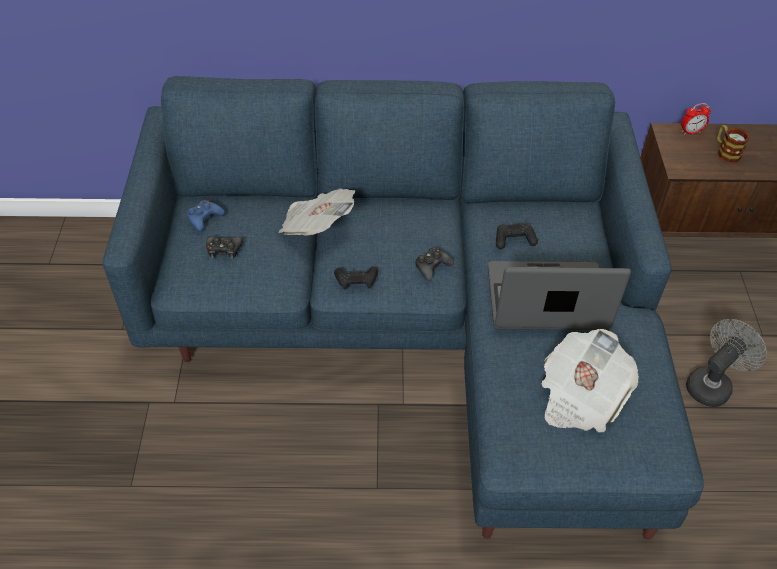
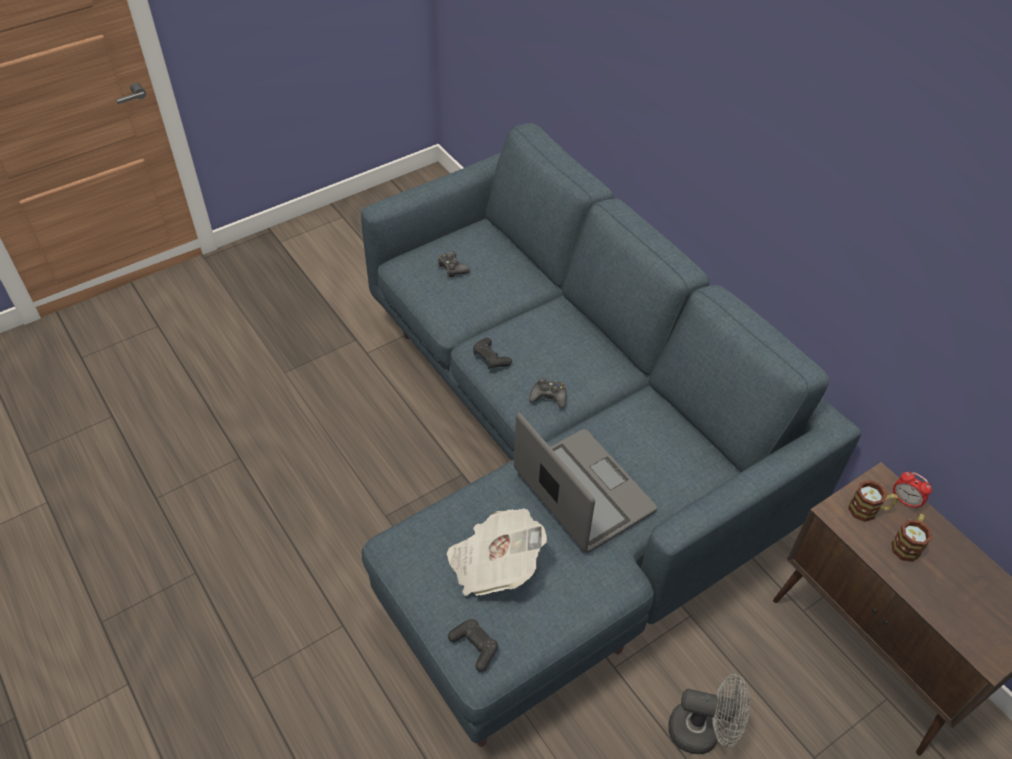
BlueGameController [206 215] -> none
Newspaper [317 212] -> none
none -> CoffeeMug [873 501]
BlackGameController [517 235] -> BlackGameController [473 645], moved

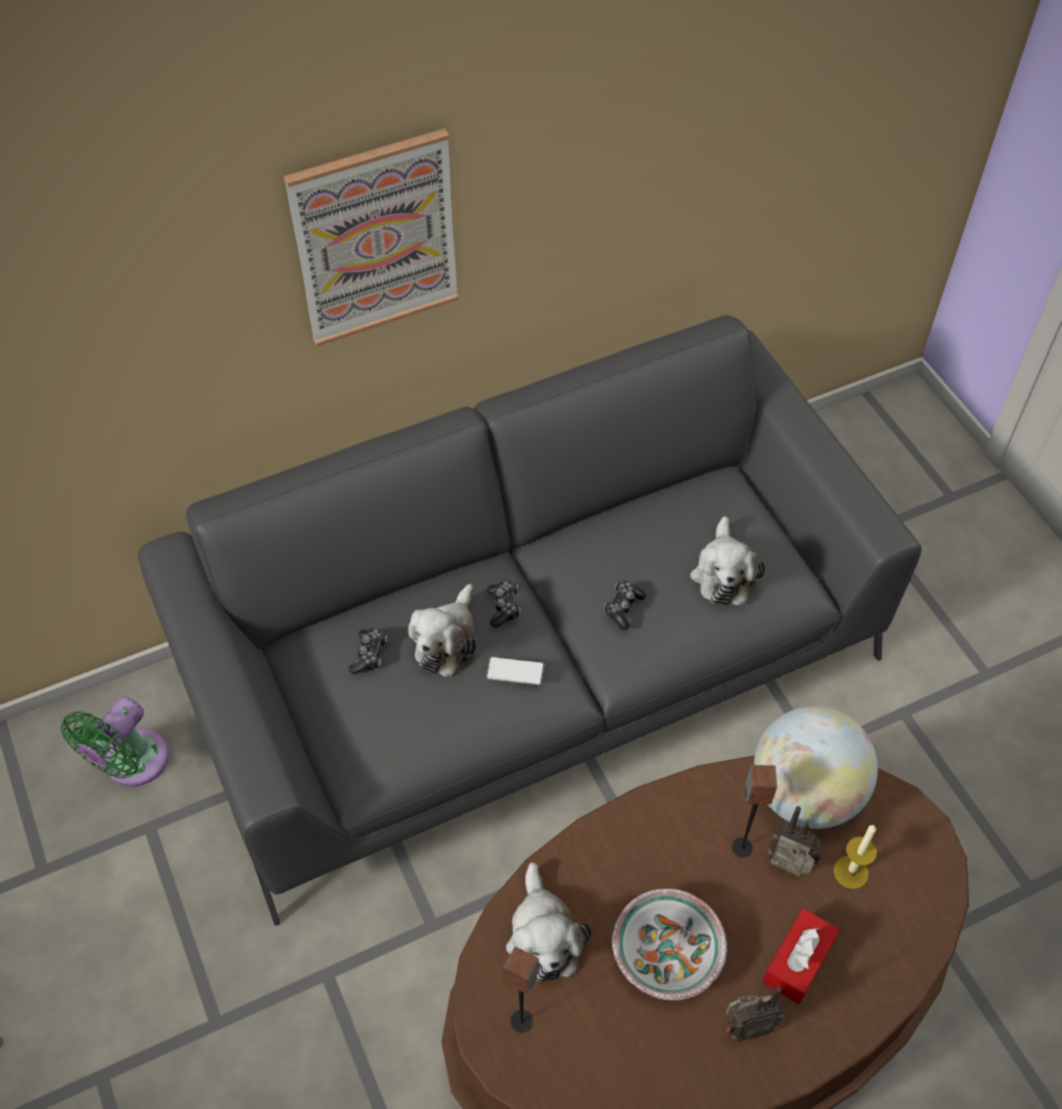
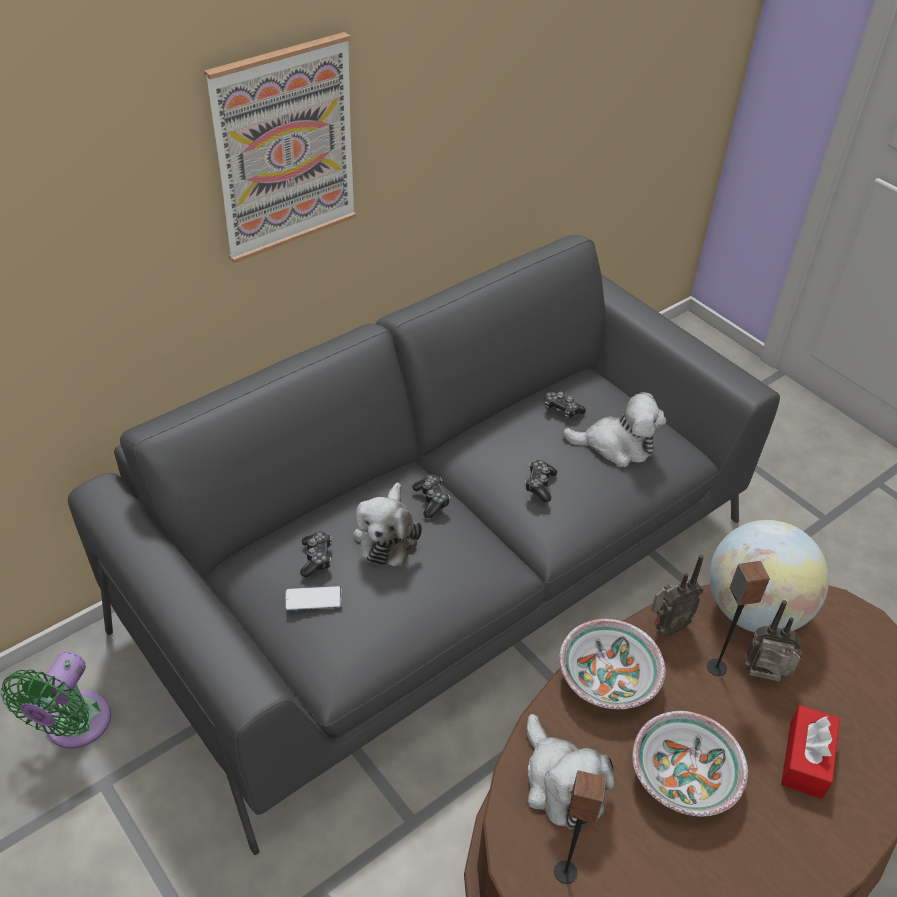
WaxCandle [855 857] -> none
none -> GameController [565 405]
none -> ServingBowl [612 664]
Phone [515 671] -> Phone [313 598], moved
RadioReceiver [755 1014] -> RadioReceiver [677 595], moved
SoftToy [727 560] -> SoftToy [614 429], 75 degrees counterclockwise

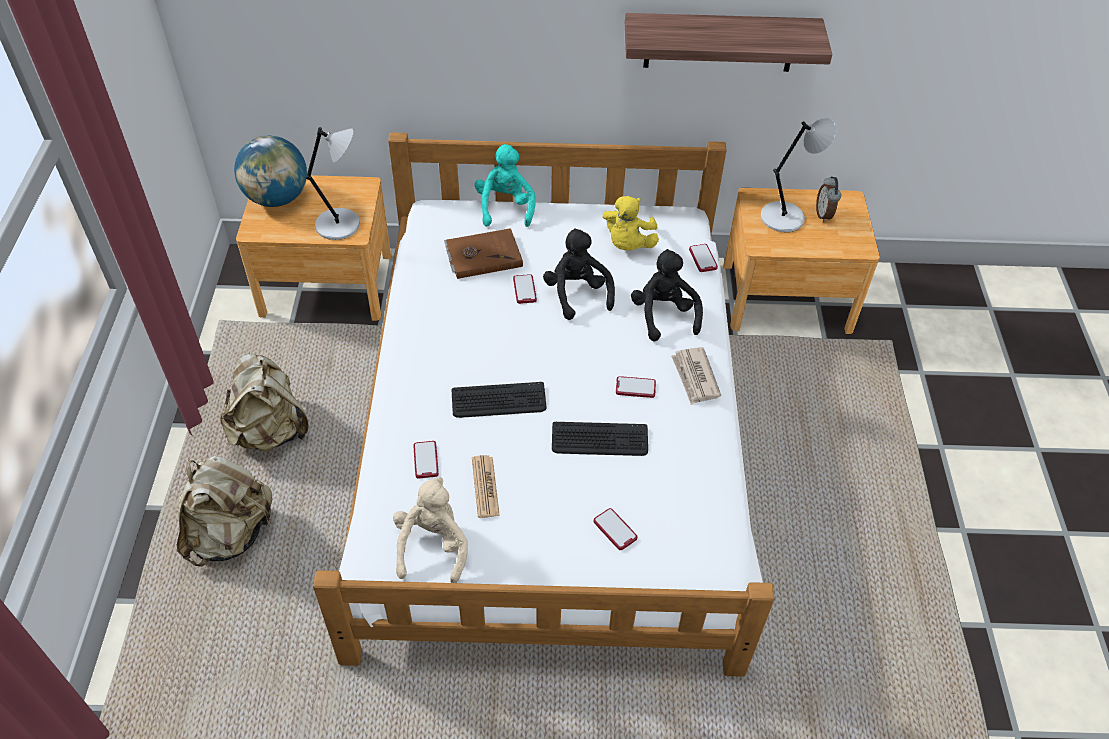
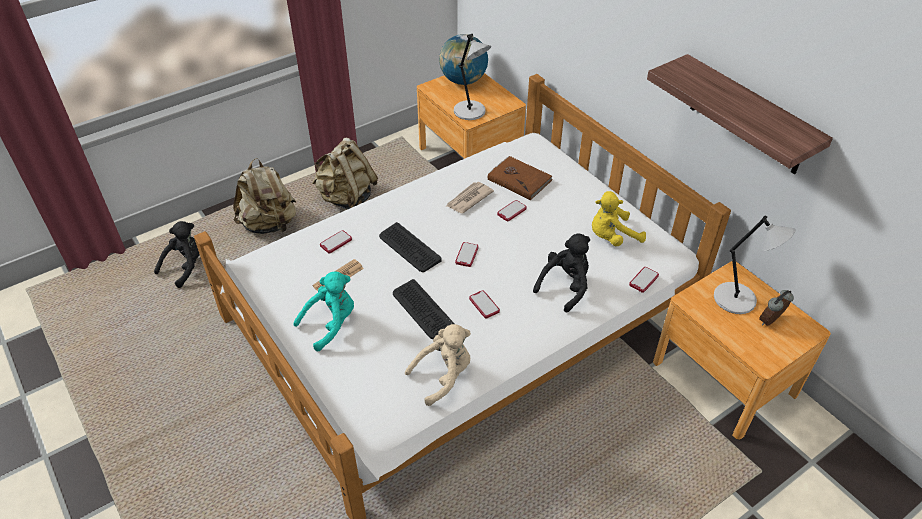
BeigeColouredSoftToy [430 530] -> BeigeColouredSoftToy [438 365], moved
TurquoiseSoftToy [505 185] -> TurquoiseSoftToy [324 311], moved
BlackSoftToy [579 274] -> BlackSoftToy [177 254], moved
Phone [615 529] -> Phone [467 254], moved
Newspaper [696 376] -> Newspaper [469 197], moved

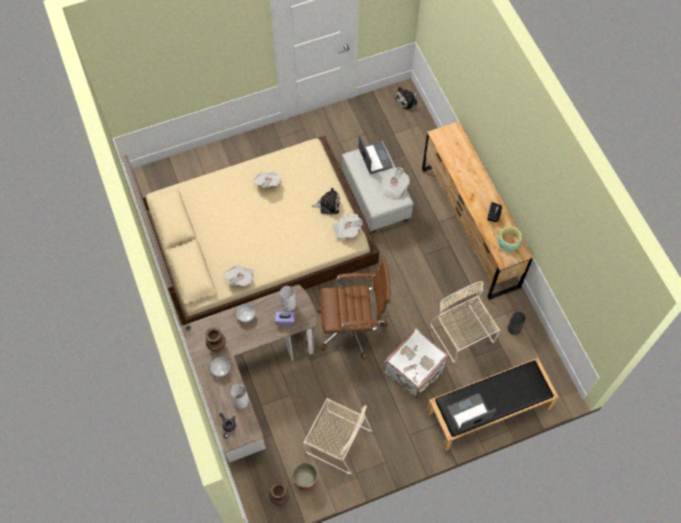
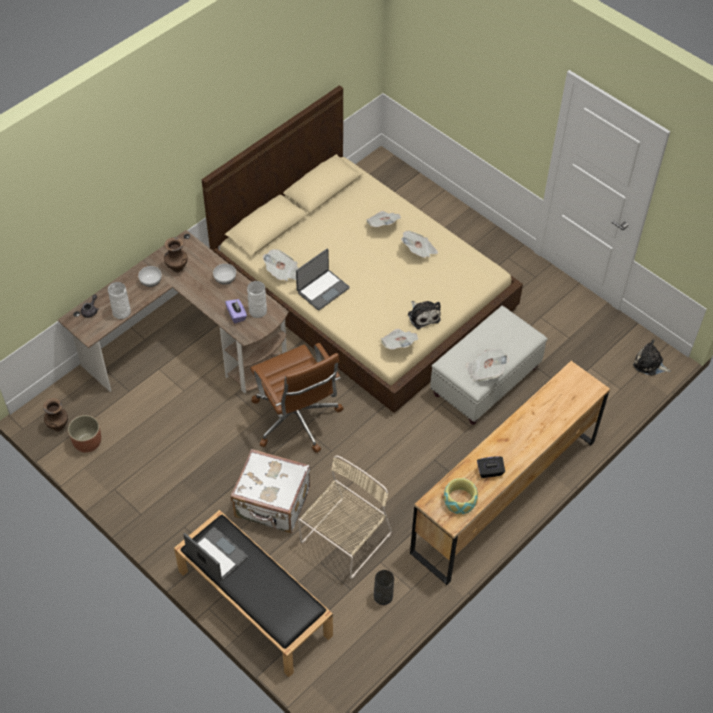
BeigeColouredUprightChair [338 436] -> none
none -> Newspaper [383 219]
PortableComputer [376 154] -> PortableComputer [323 280], moved

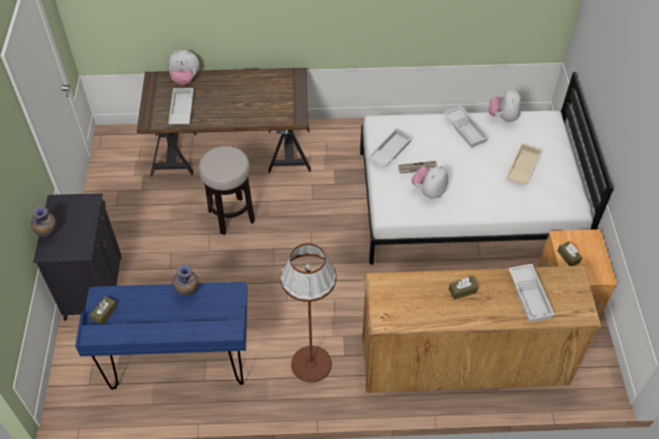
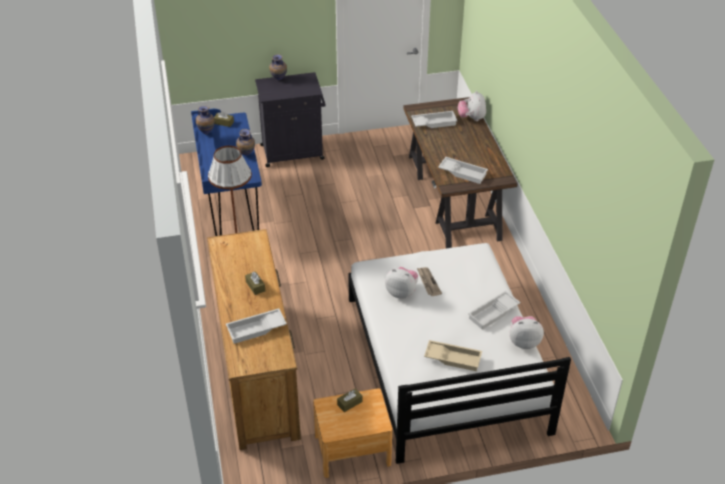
Stool [227 190] -> none
none -> FlowerVase [205 120]
WhiteServingTray [390 147] -> WhiteServingTray [463 170], moved

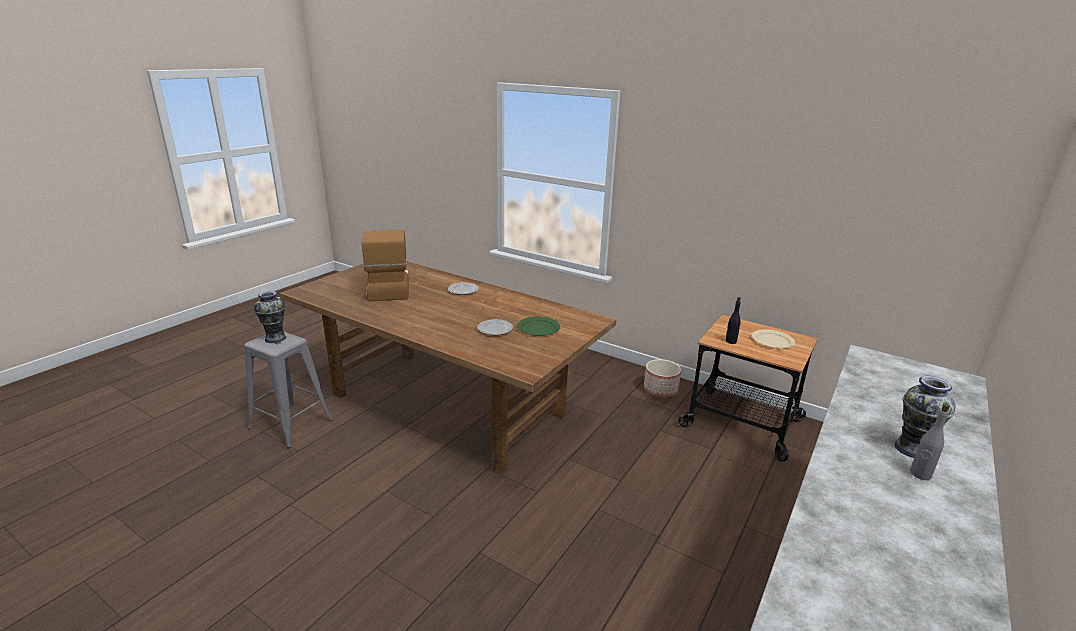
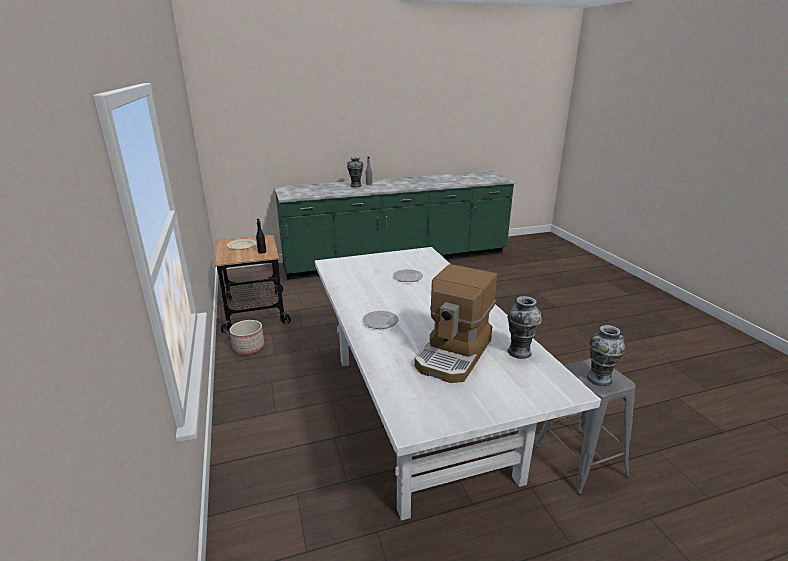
GreenFlatDish [538 326] -> none
none -> FlowerVase [524 327]
BrownishKitchenTable [448 367] -> WhiteKitchenTable [458 384]

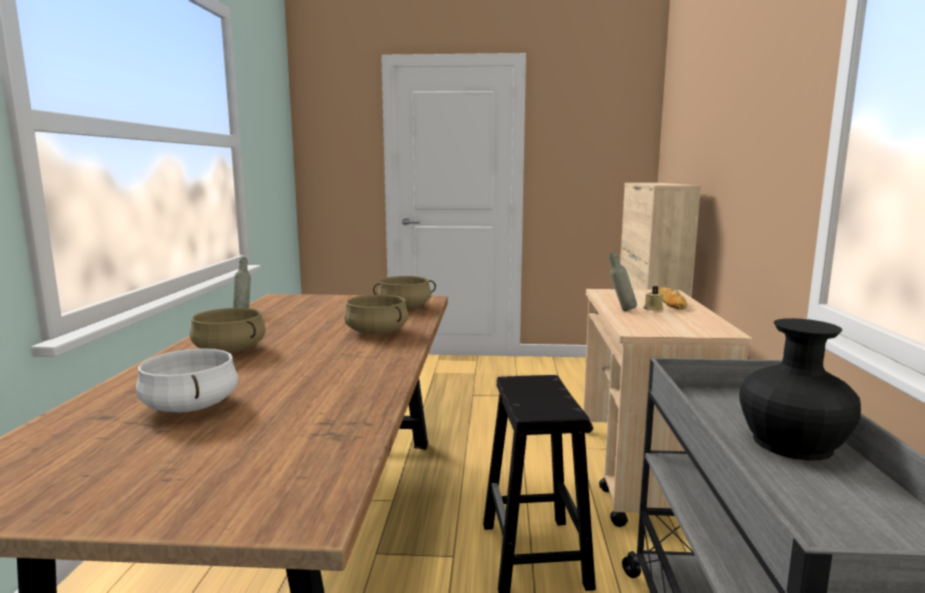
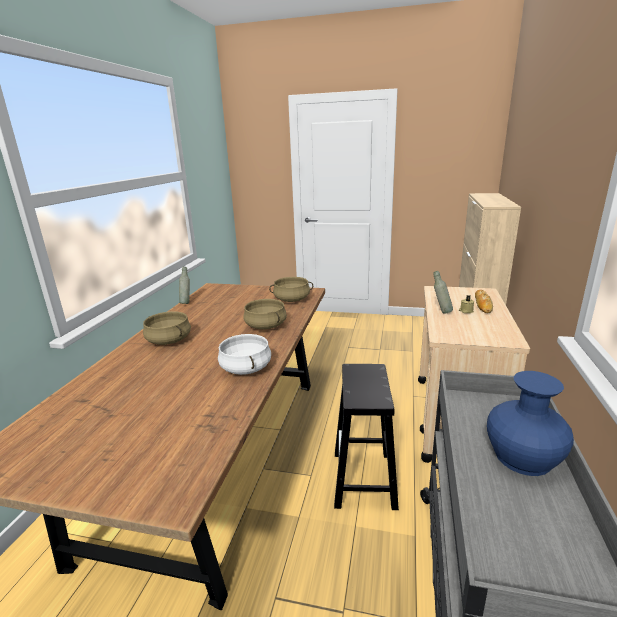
WhiteSaucepot [187 380] -> WhiteSaucepot [244 354], moved
BlackFlowerVase [800 389] -> BlueFlowerVase [530 423]

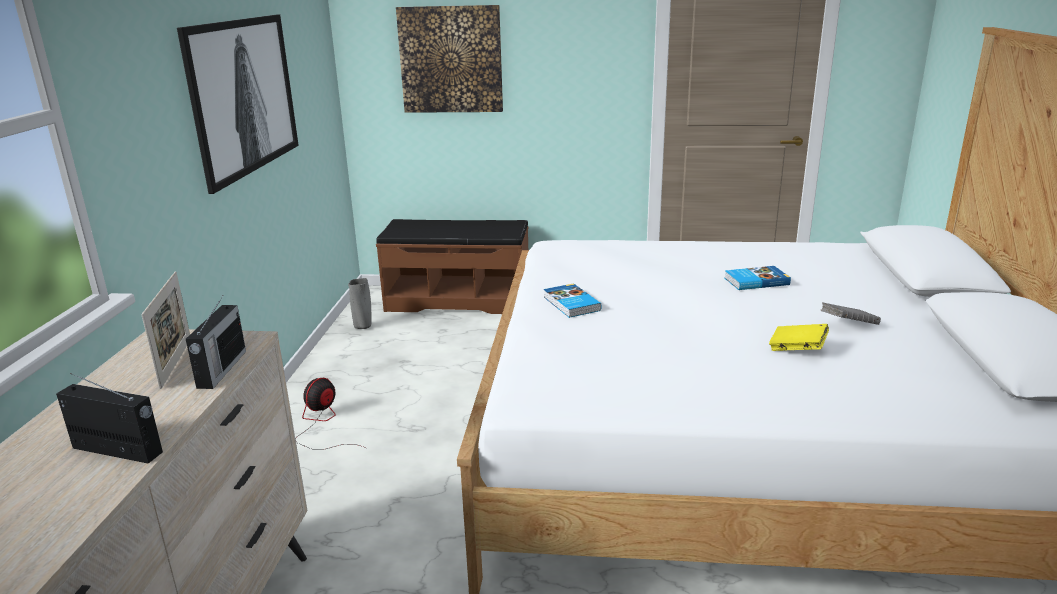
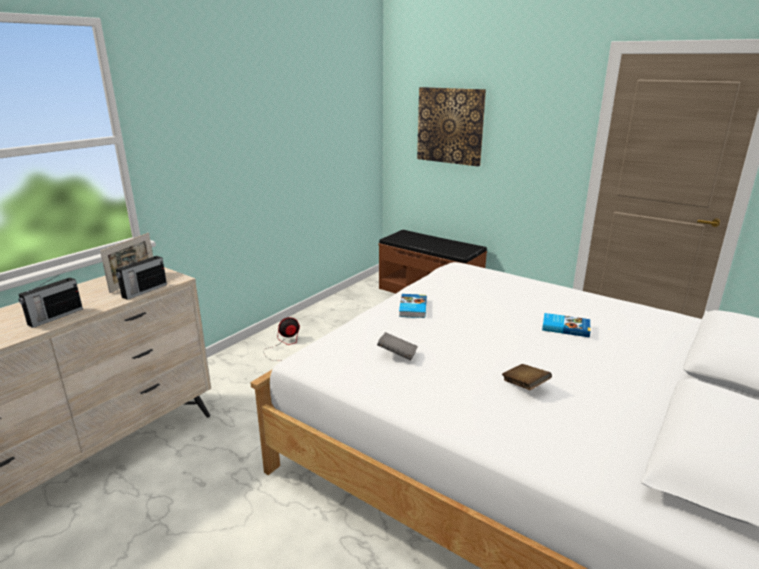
WallPicture [238 104] -> none
GreyFlowerVase [359 303] -> none
GreyBook [851 313] -> GreyBook [397 346], moved
YellowBook [799 337] -> BrownishBook [527 377]
RadioReceiver [109 418] -> RadioReceiver [50 301], 75 degrees clockwise

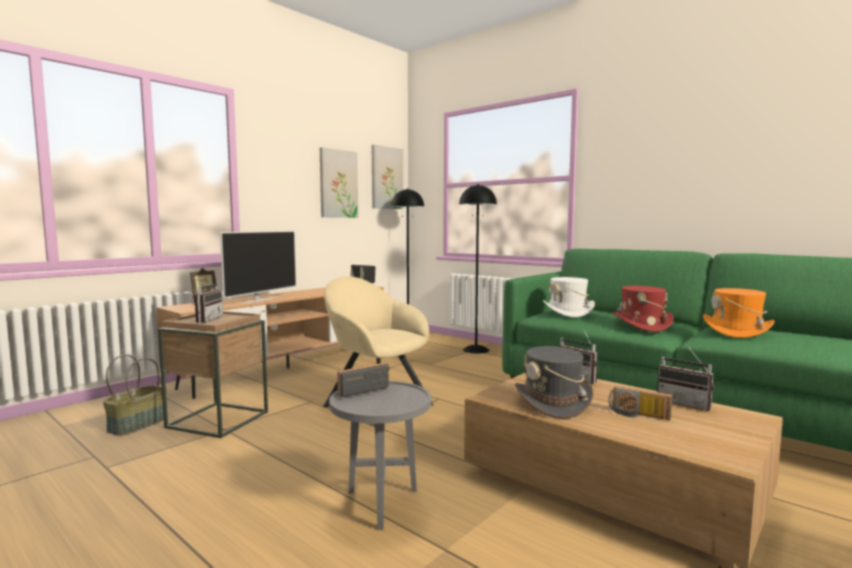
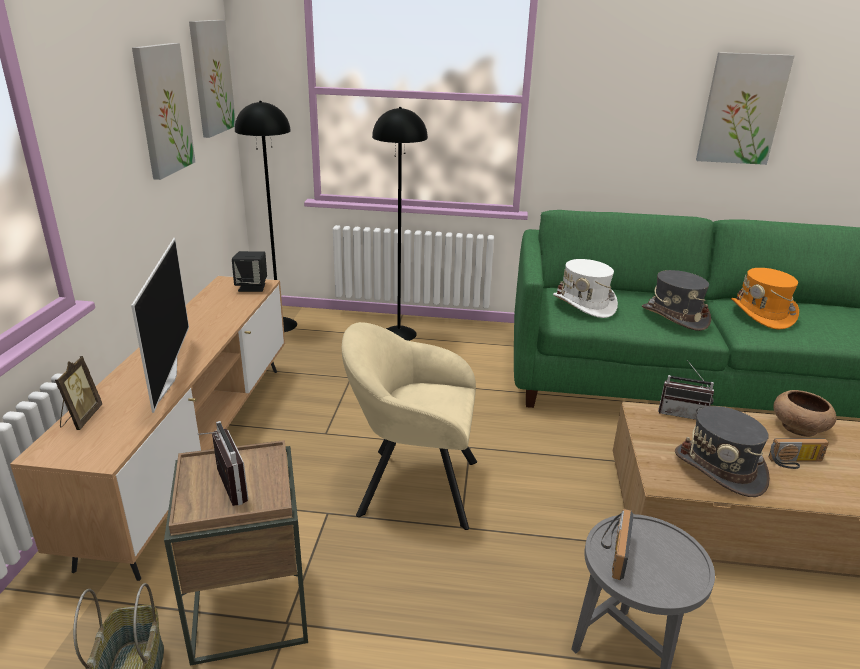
none -> WallPicture [745 108]
RadioReceiver [686 379] -> BrownishServingBowl [804 413]
ReddishWearableHat [643 309] -> GreyWearableHat [676 300]

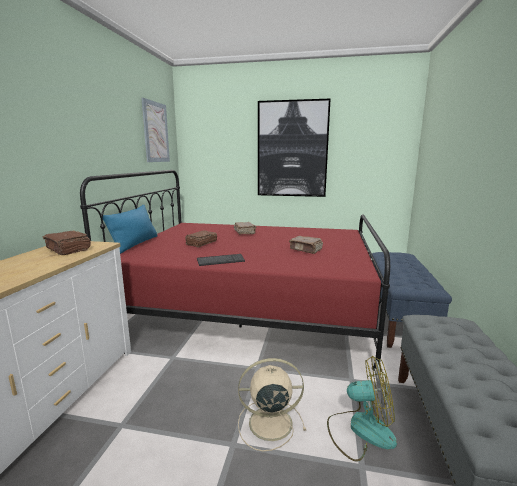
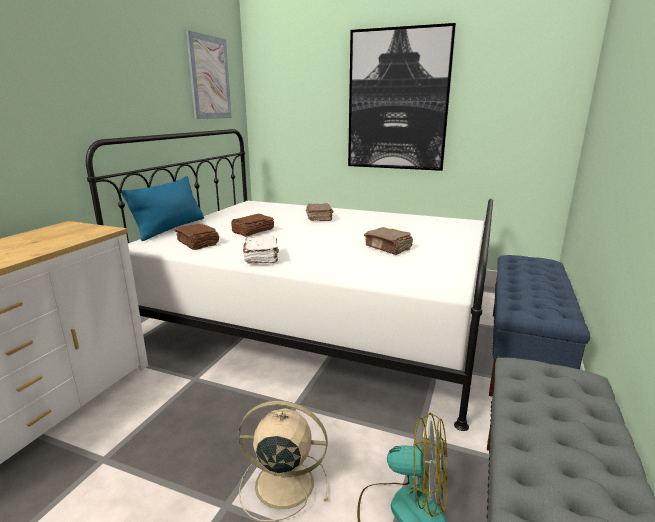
BrownishBook [67 243] -> BrownishBook [196 237], moved
ComputerKeyboard [221 260] -> WhiteBook [261 250]
ReddishBedroomBed [235 270] -> WhiteBedroomBed [289 280]

